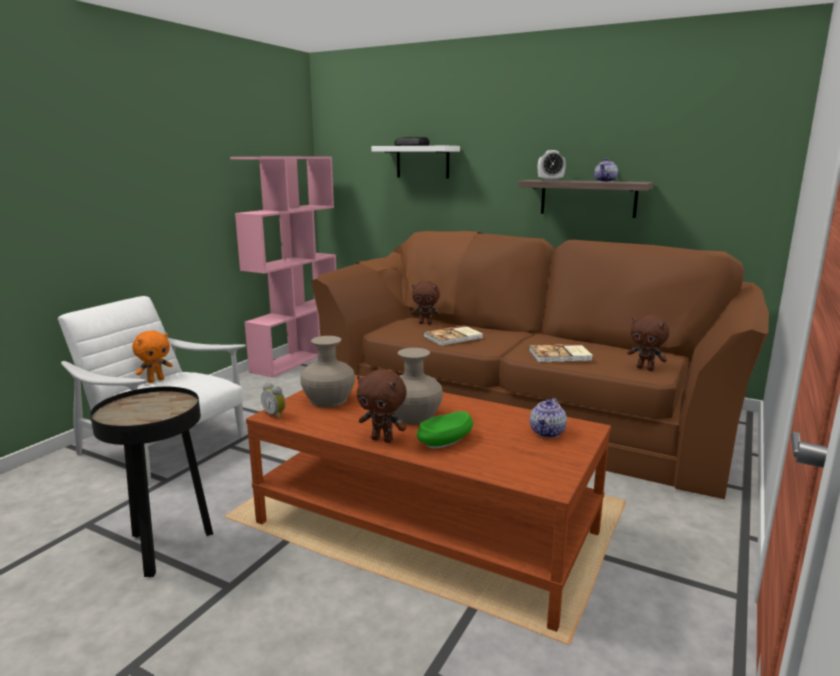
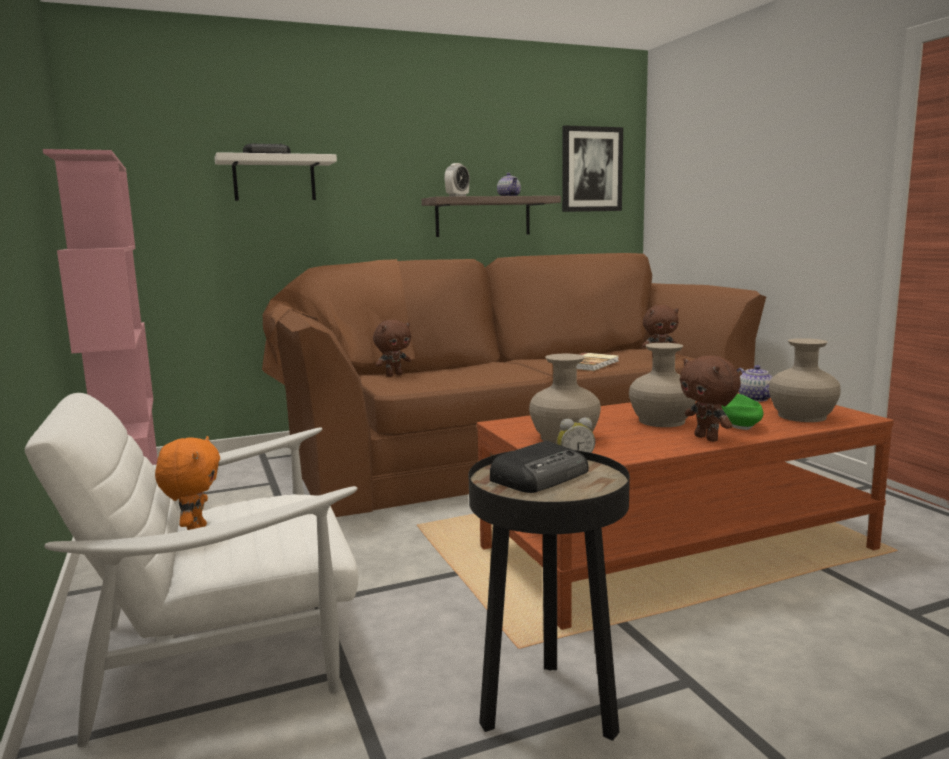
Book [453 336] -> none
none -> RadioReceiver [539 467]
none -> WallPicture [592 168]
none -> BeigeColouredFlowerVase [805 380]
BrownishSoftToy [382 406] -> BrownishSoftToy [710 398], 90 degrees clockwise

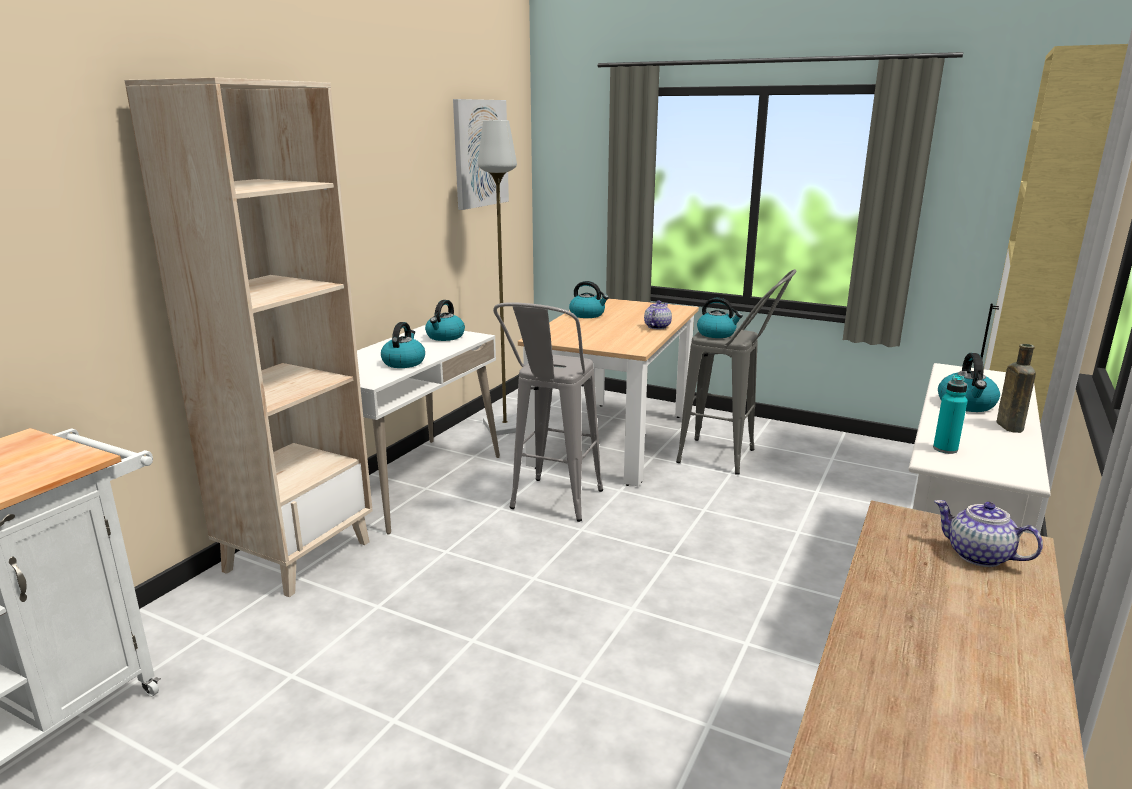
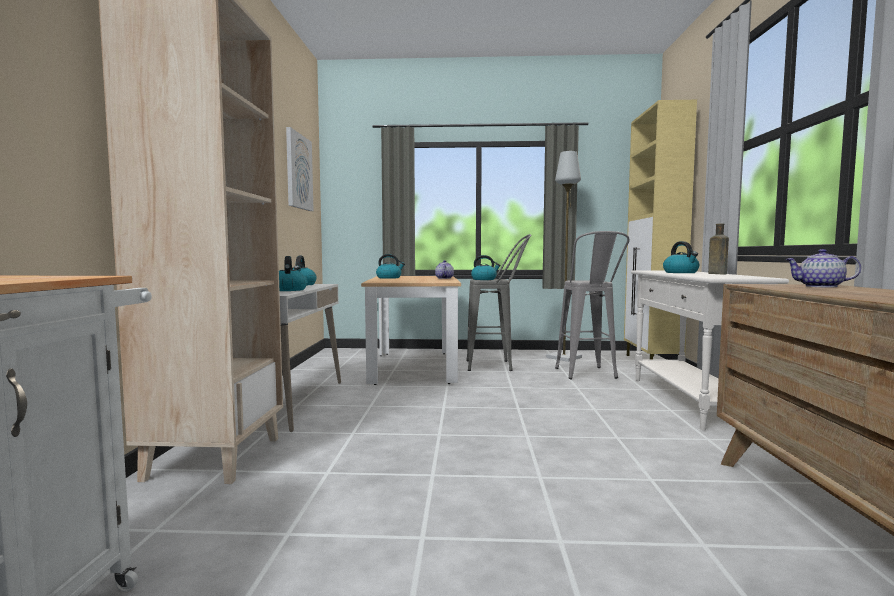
TurquoiseBeverageBottle [950 414] -> none
GreyStandingLamp [497 277] -> GreyStandingLamp [564 256], moved
GreyStool [548 412] -> GreyStool [592 305], moved

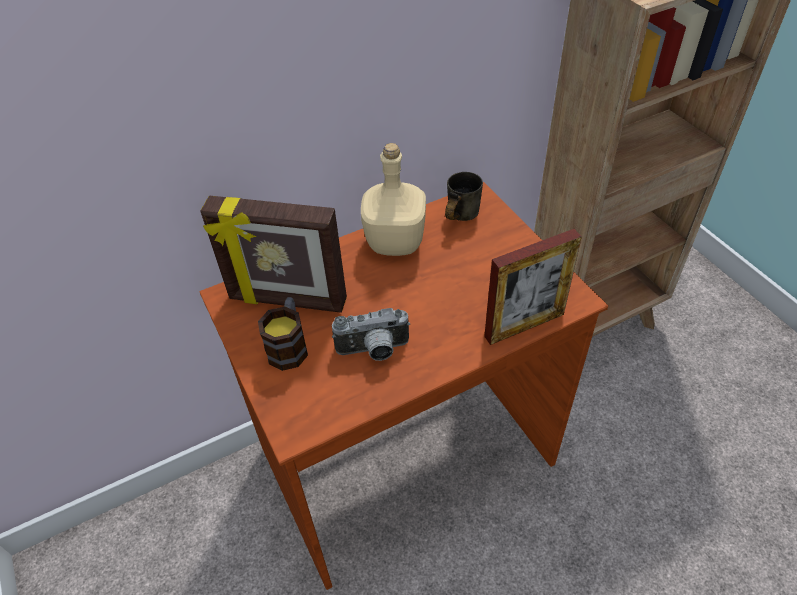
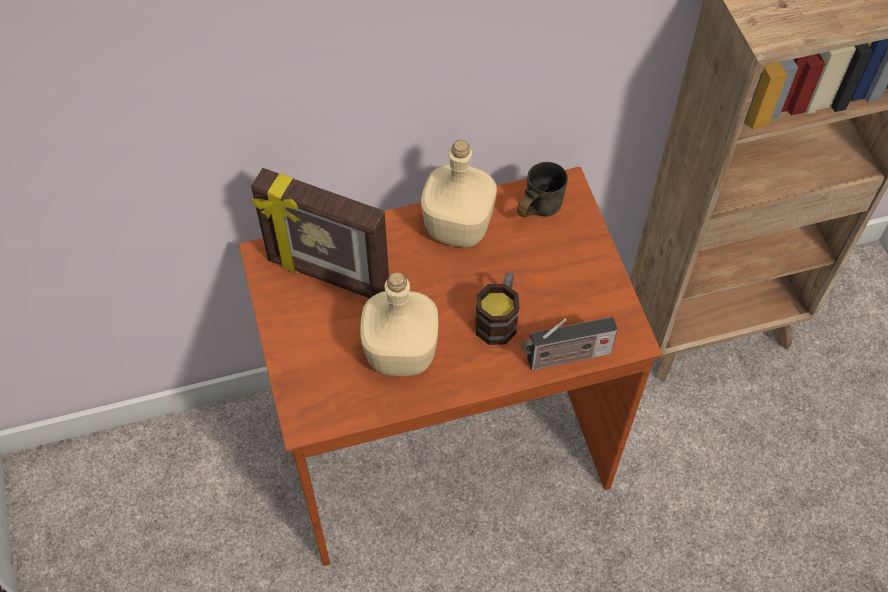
CoffeeMug [283 334] -> CoffeeMug [497 308], moved
StillCamera [371 334] -> BeigeColouredBeverageBottle [399 324]
PhotoFrame [533 287] -> RadioReceiver [570 343]

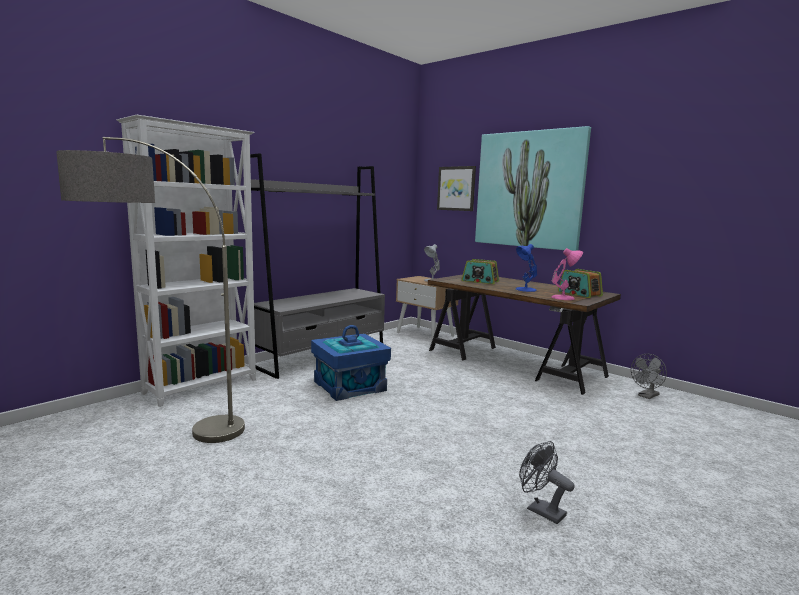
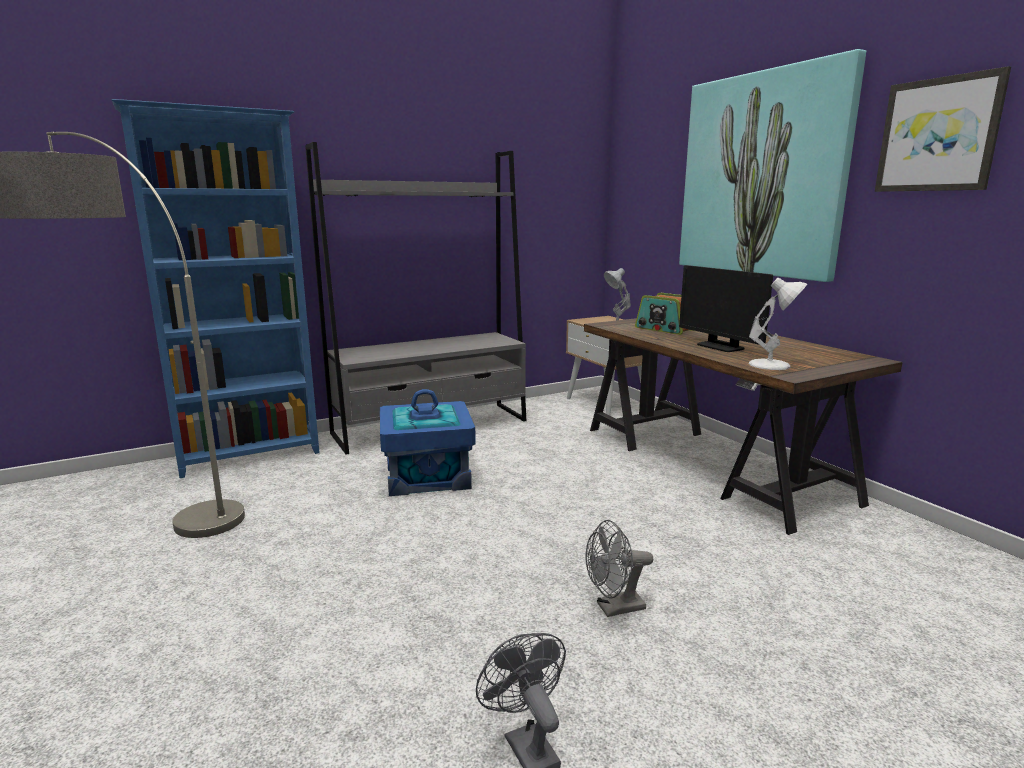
RadioReceiver [580 283] -> none
WallPicture [456 188] -> WallPicture [943 129], moved
GreyFan [649 376] -> GreyFan [619 568], moved
BlueTabletopLamp [526 268] -> ComputerDisplay [726 308]
WhiteBookshelf [186 261] -> BlueBookshelf [215 288]
PinkColouredTabletopLamp [567 274] -> WhiteTabletopLamp [778 324]

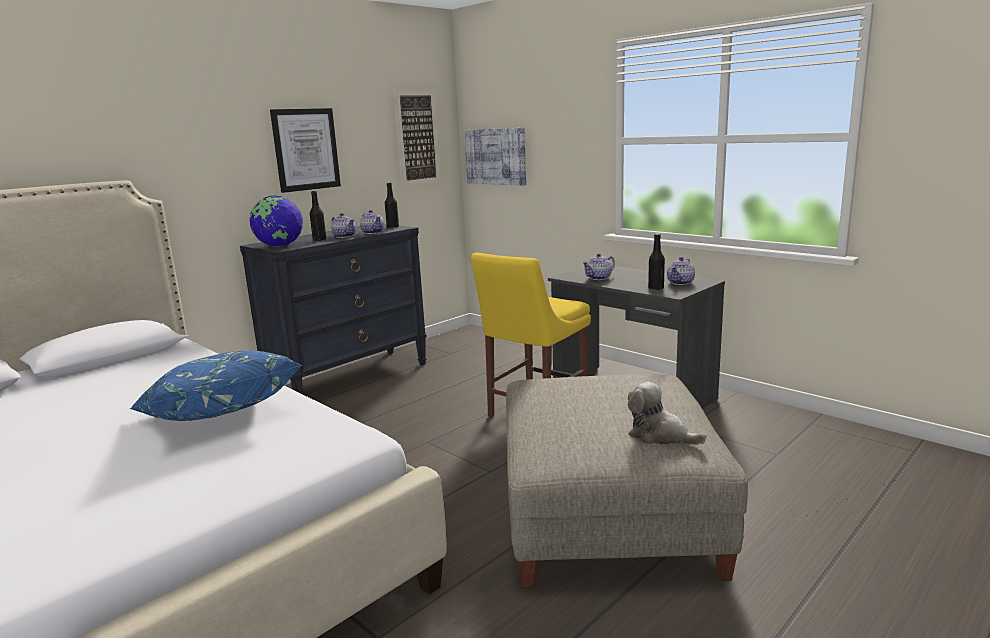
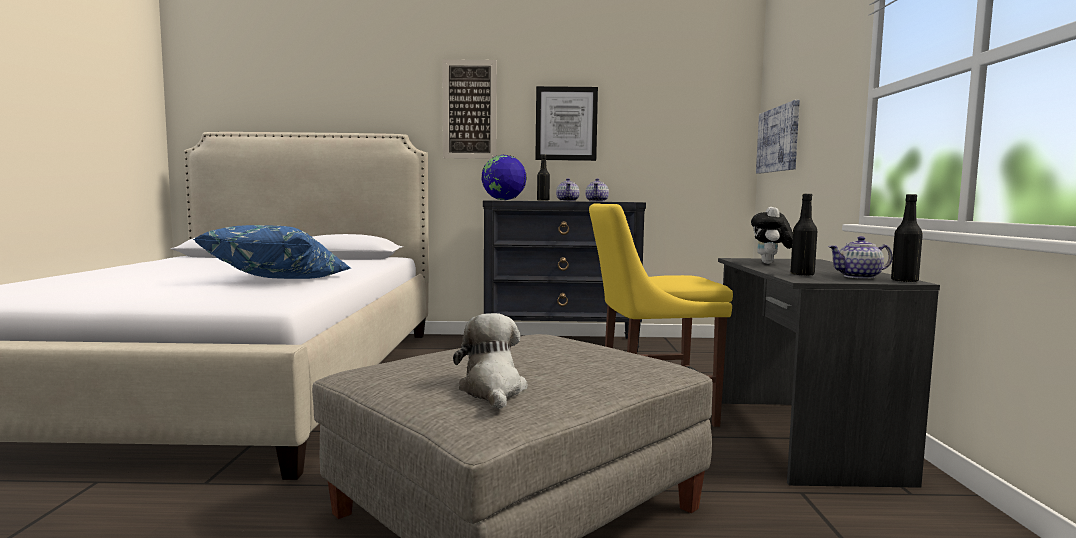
BlackBeverageBottle [392 205] -> BlackBeverageBottle [907 238], moved
WallPicture [417 138] -> WallPicture [469 109], moved
TeaPot [598 266] -> SoftToy [772 235]

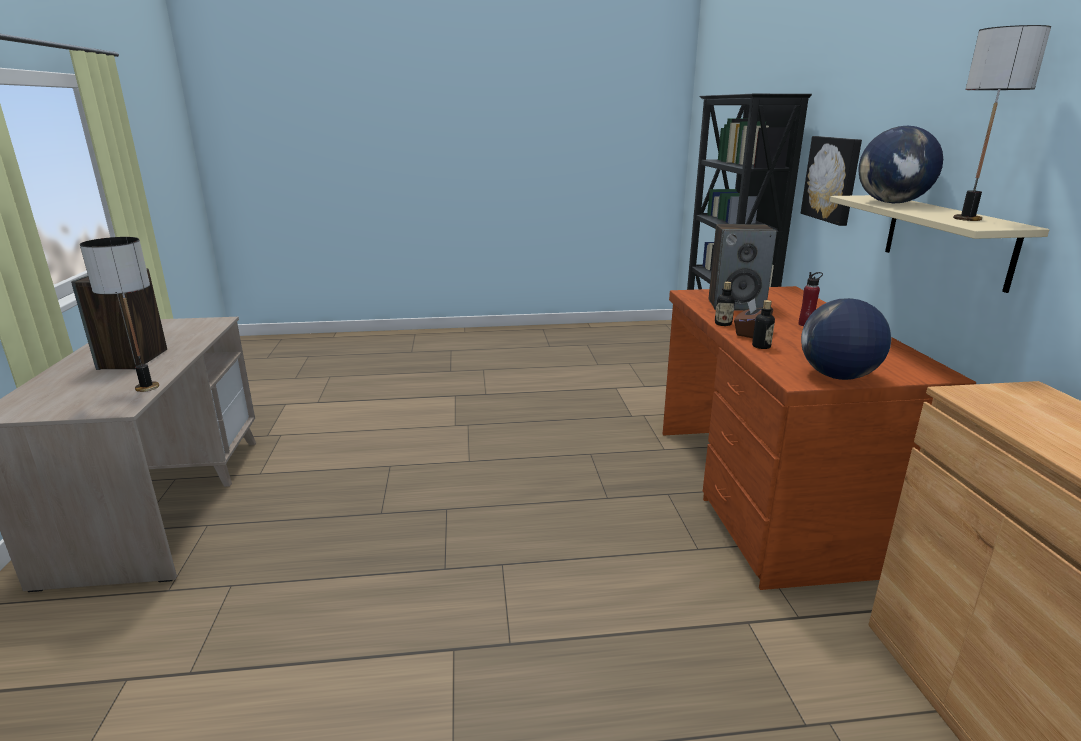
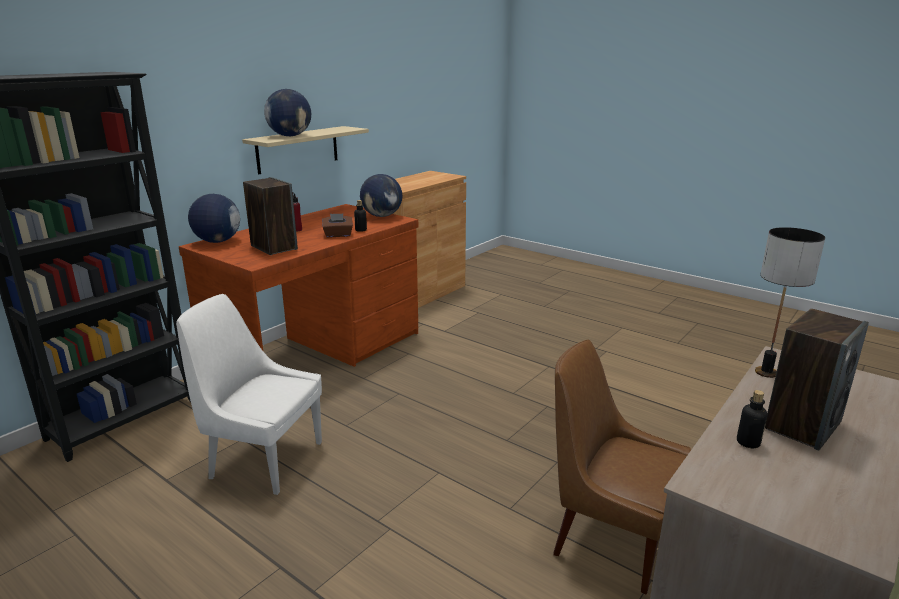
WallPicture [831 181] -> none
TabletopLamp [1002 123] -> none
none -> WhiteUprightChair [249 394]
none -> DeskGlobe [214 218]
none -> BrownishUprightChair [622 467]
BeverageBottle [725 304] -> BeverageBottle [752 419], moved

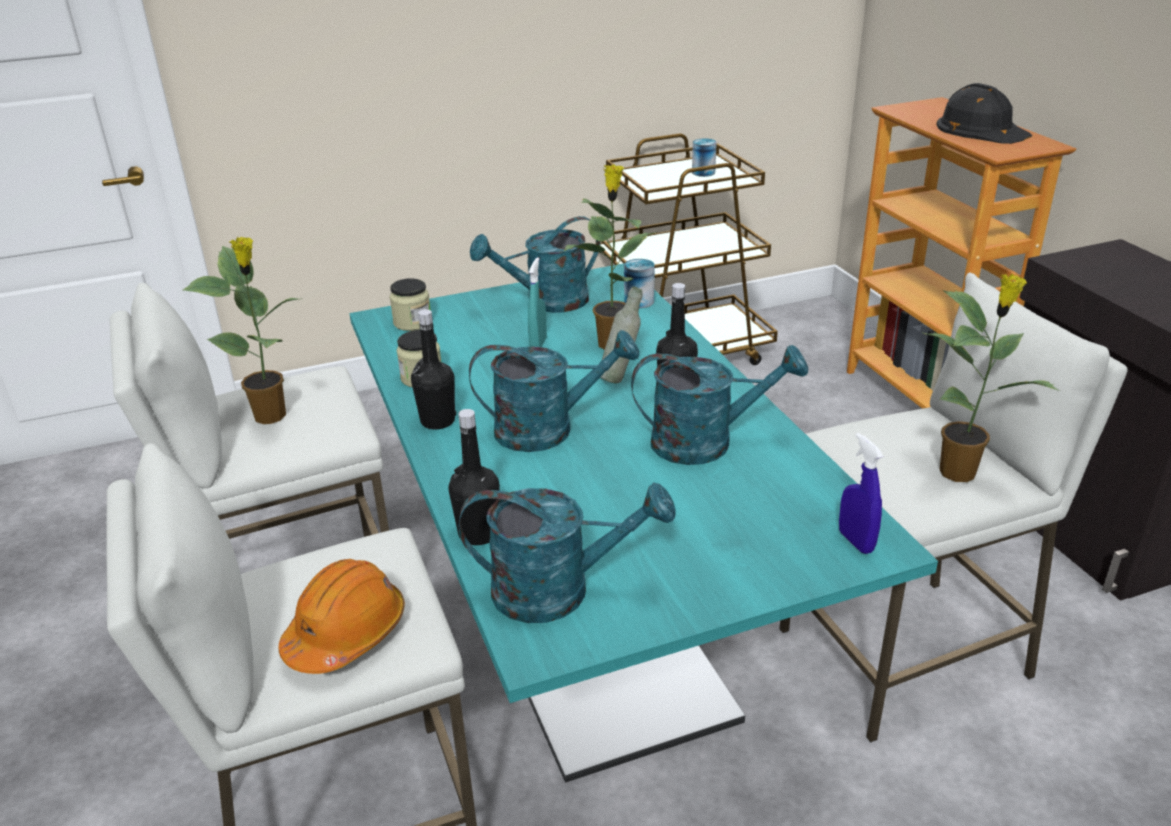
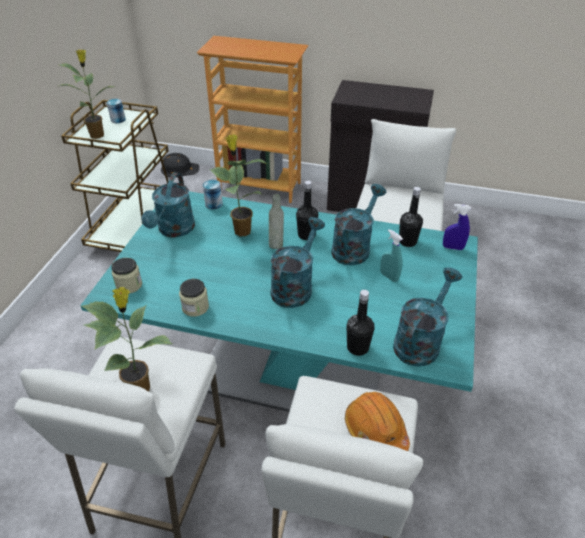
BlackBeverageBottle [433 369] -> BlackBeverageBottle [411 217], moved
TurquoiseSprayBottle [537 302] -> TurquoiseSprayBottle [391 255], moved
Houseplant [991 378] -> Houseplant [86 94], moved
BlackSafetyHelmet [984 113] -> BlackSafetyHelmet [180 165], moved

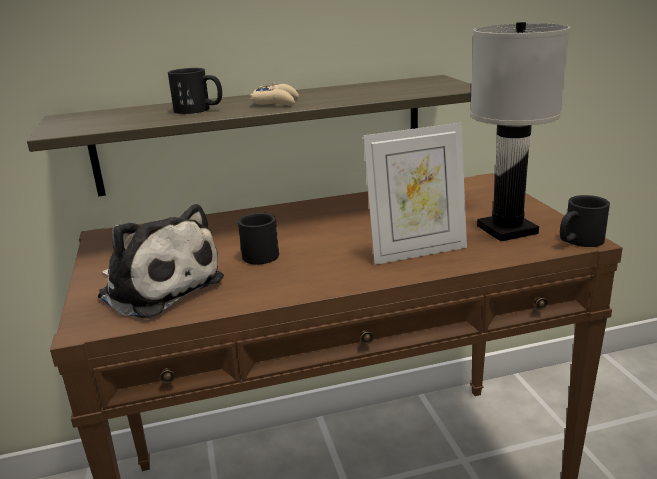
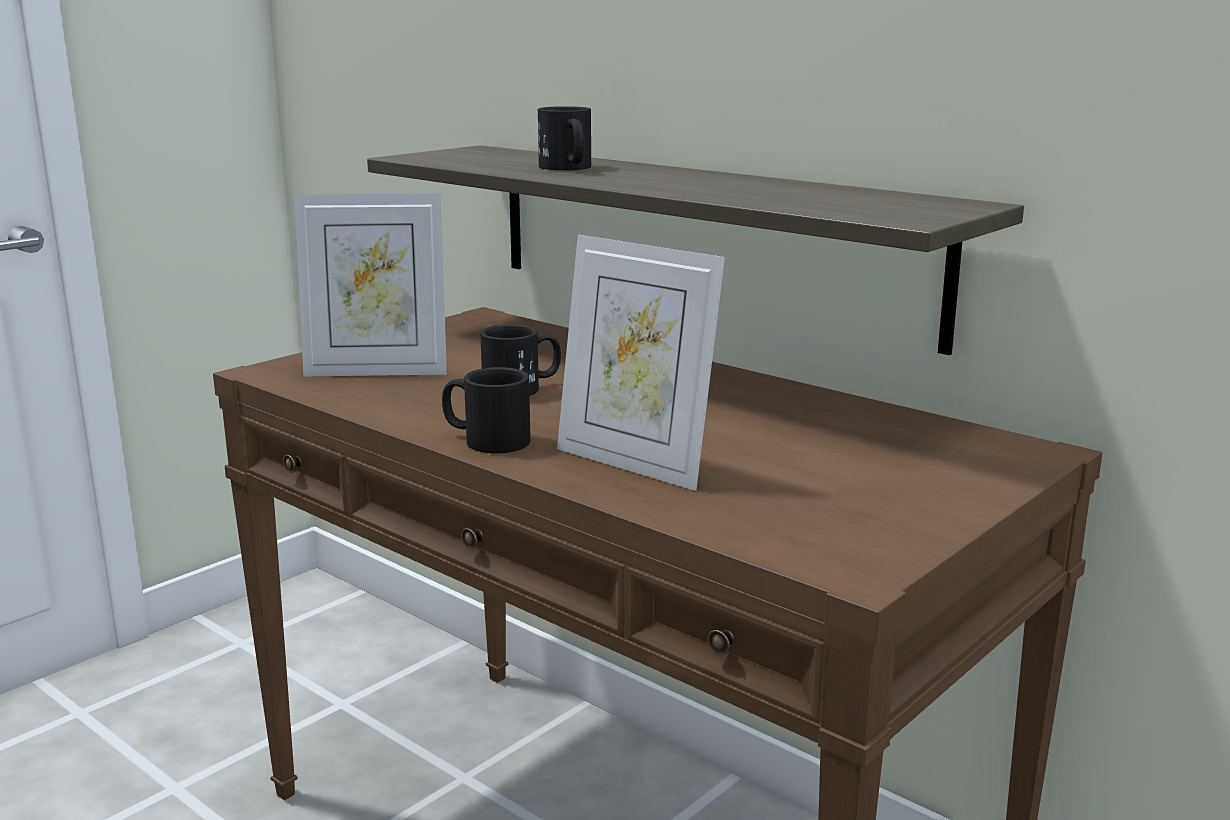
BeigeColouredGameController [274 93] -> none
WhiteTabletopLamp [520 131] -> none
BlackCoffeeMug [585 221] -> BlackCoffeeMug [486 410], moved
SoftToy [161 261] -> PhotoFrame [370 285]

